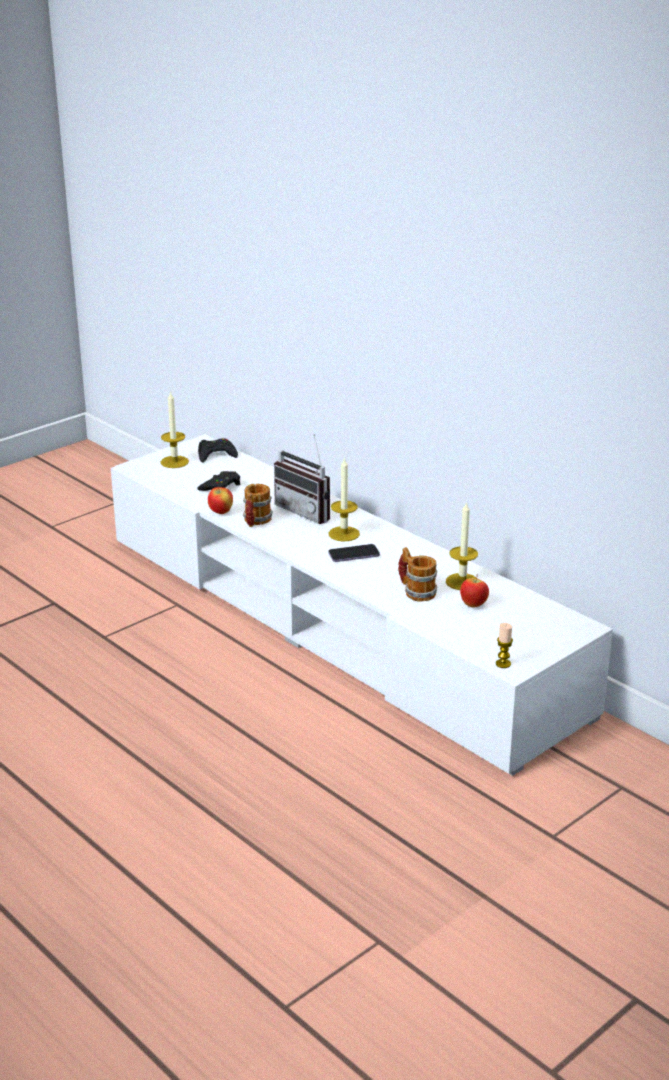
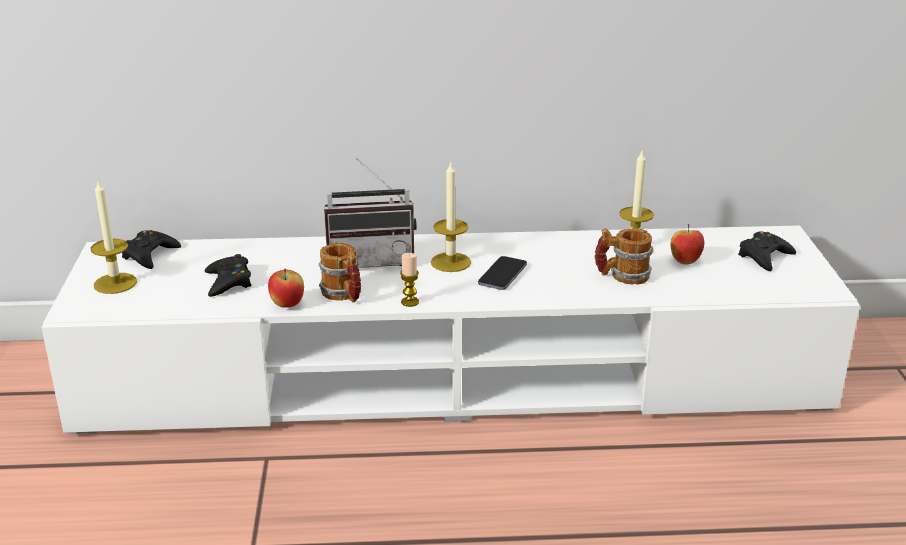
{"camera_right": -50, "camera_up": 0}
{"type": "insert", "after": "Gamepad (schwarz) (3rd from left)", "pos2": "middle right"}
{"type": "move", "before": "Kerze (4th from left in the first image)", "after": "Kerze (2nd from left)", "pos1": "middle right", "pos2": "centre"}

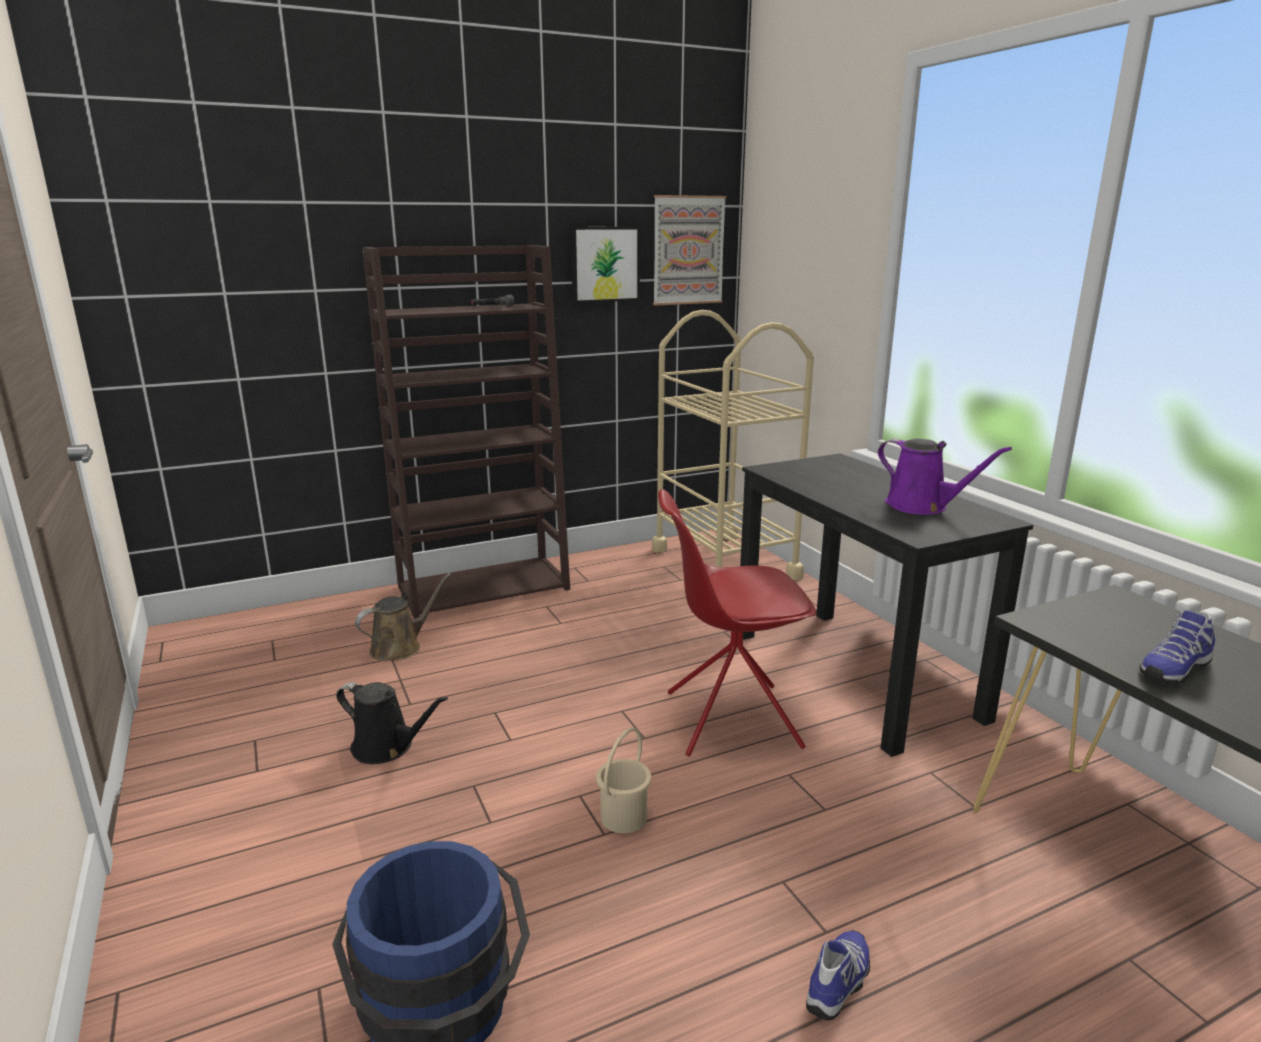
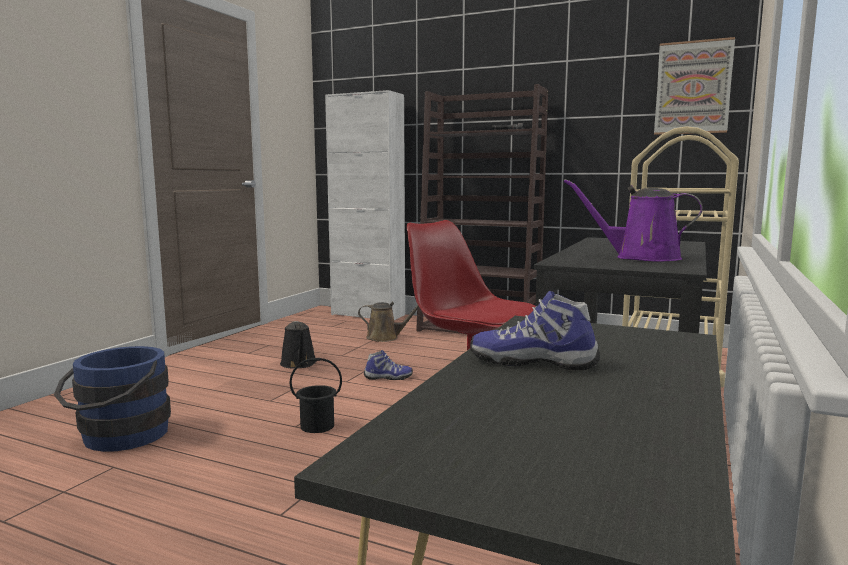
{"camera_right": 50, "camera_up": -10}
{"type": "delete", "before": "Bild (1st from left)", "pos1": "top centre"}
{"type": "insert", "after": "Schrank (weiß)", "pos2": "centre"}
{"type": "move", "before": "Schuh (1st from left)", "pos1": "bottom centre", "pos2": "centre"}
{"type": "recolor", "before": "Eimer (beige)", "after": "Eimer (schwarz)", "pos1": "bottom centre", "pos2": "bottom centre"}
{"type": "rotate", "before": "Gießkanne (lila)", "pos1": "middle right", "pos2": "middle right", "turn": 105}

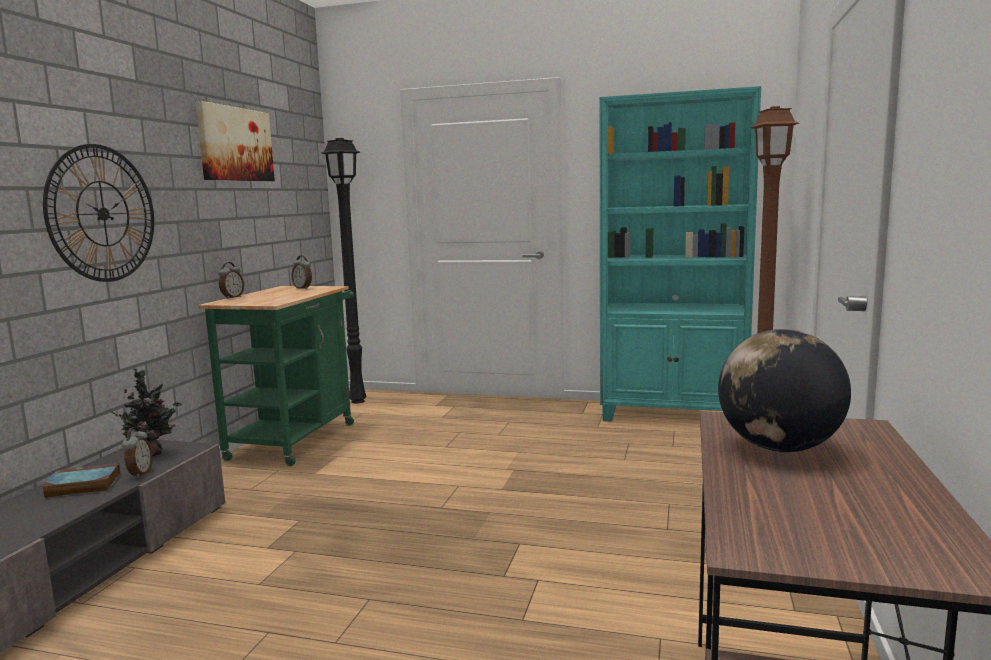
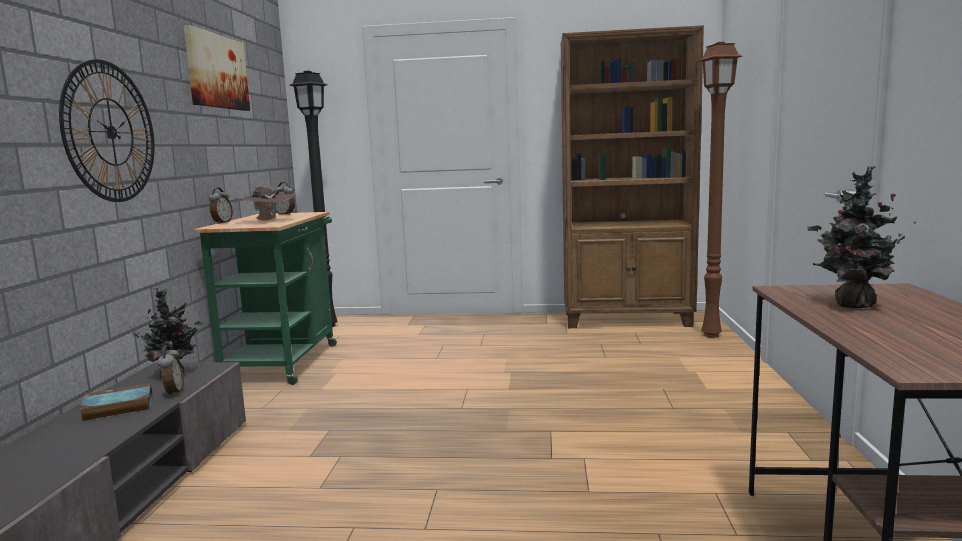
{"camera_right": -10, "camera_up": 0}
{"type": "insert", "after": "Hut (braun)", "pos2": "middle left"}
{"type": "replace", "before": "Globus", "after": "Topfpflanze (2nd from left)", "pos1": "middle right", "pos2": "middle right"}
{"type": "recolor", "before": "Bücherregal (türkis)", "after": "Bücherregal (braun)", "pos1": "middle right", "pos2": "top centre"}

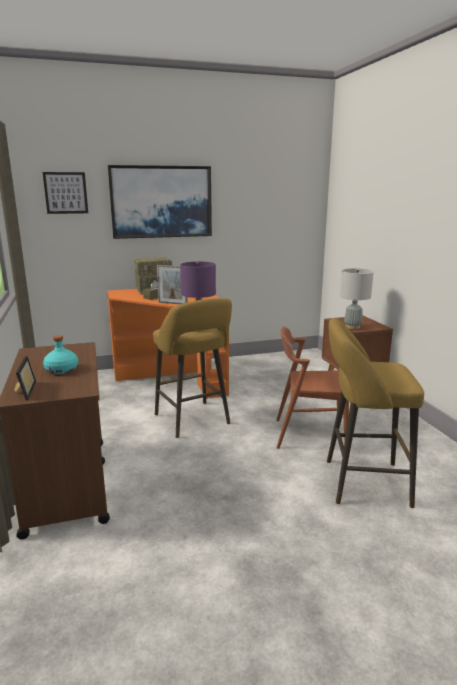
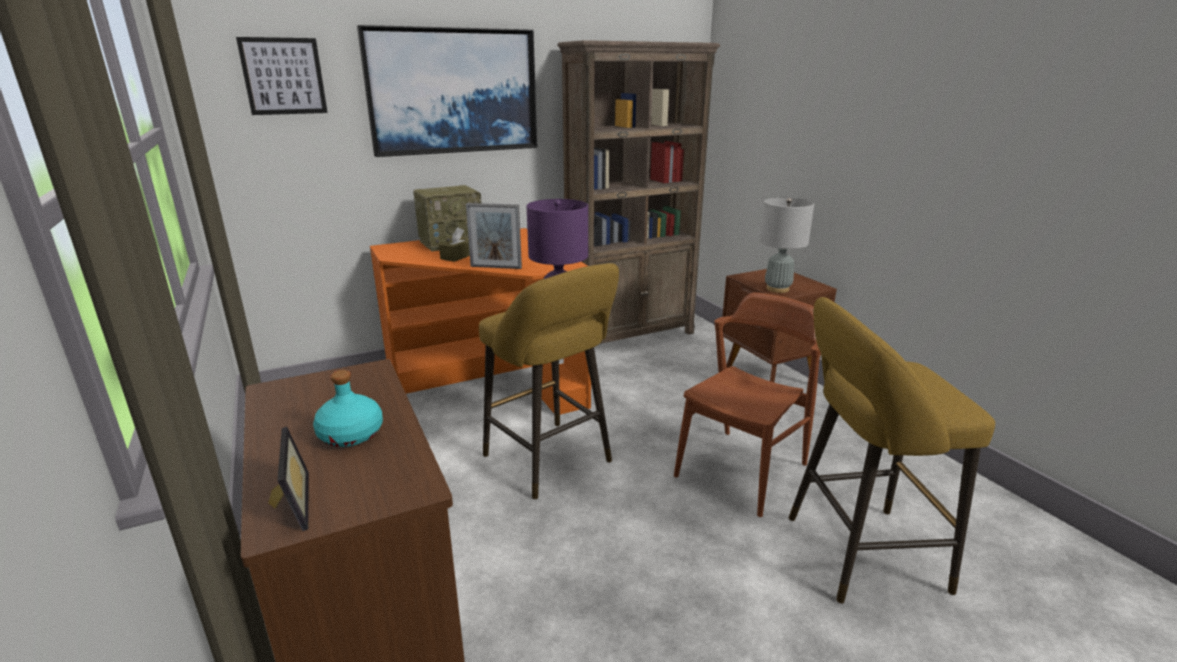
{"camera_right": -10, "camera_up": 5}
{"type": "insert", "after": "Bücherregal (braun)", "pos2": "top centre"}
{"type": "rotate", "before": "Stuhl (braun)", "pos1": "middle right", "pos2": "centre", "turn": 135}

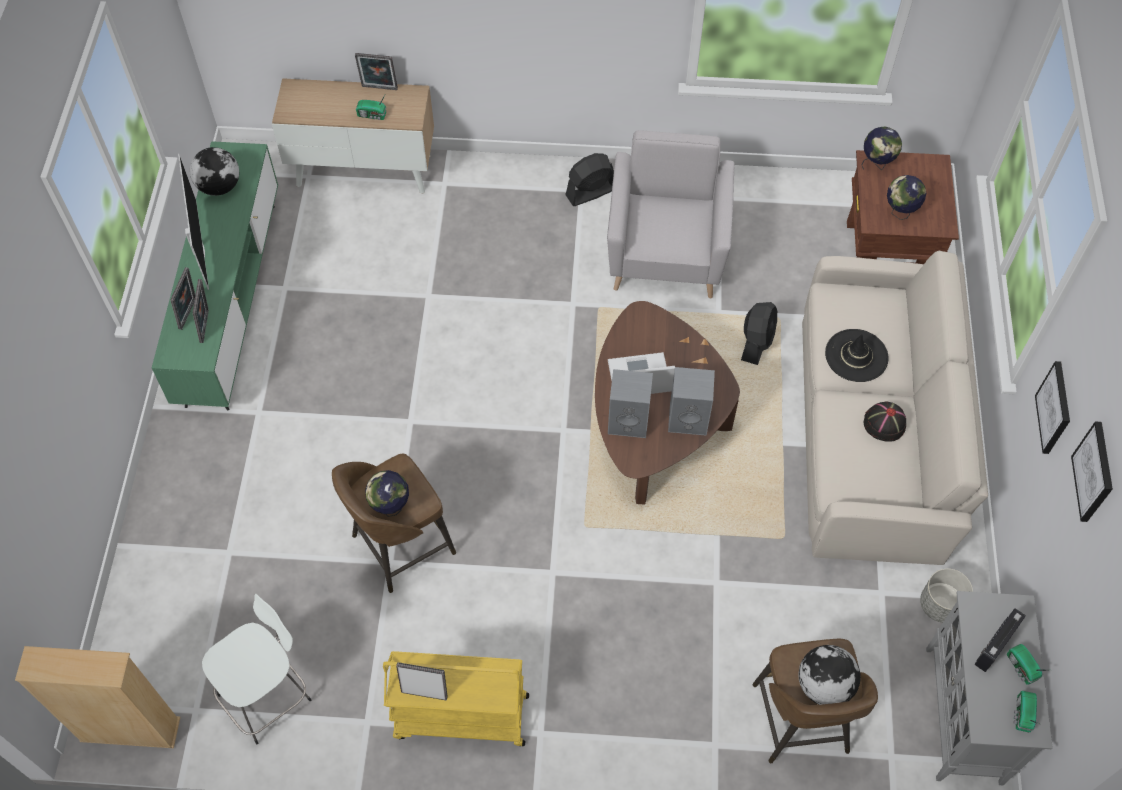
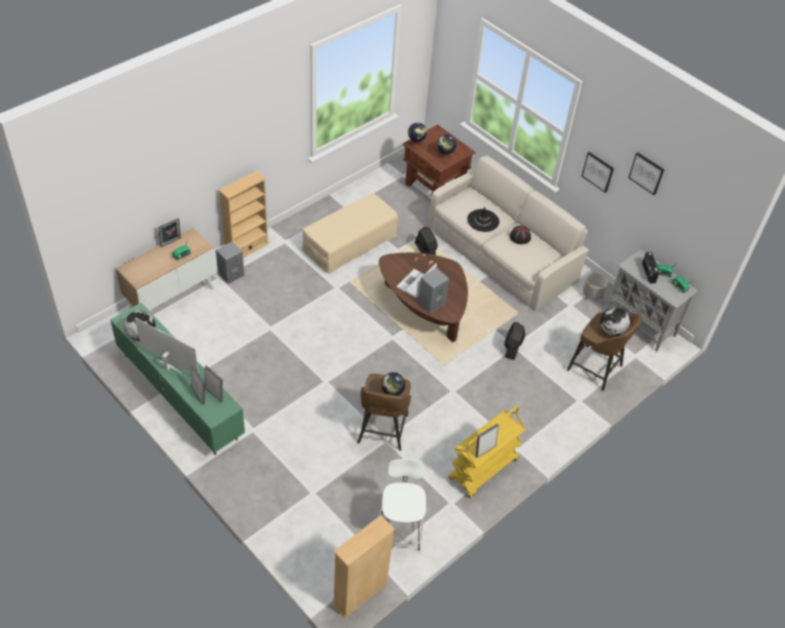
{"camera_right": -50, "camera_up": -10}
{"type": "insert", "after": "Bücherregal (beige) (1st from left)", "pos2": "middle left"}
{"type": "move", "before": "Ventilator (schwarz) (1st from left in the first image)", "after": "Ventilator (schwarz) (2nd from left)", "pos1": "top centre", "pos2": "centre"}
{"type": "move", "before": "Lautsprecher (grau) (2nd from left in the first image)", "after": "Lautsprecher (grau) (1st from left)", "pos1": "centre", "pos2": "middle left"}
{"type": "replace", "before": "Sessel (grau)", "after": "Polsterhocker (beige)", "pos1": "top centre", "pos2": "centre"}

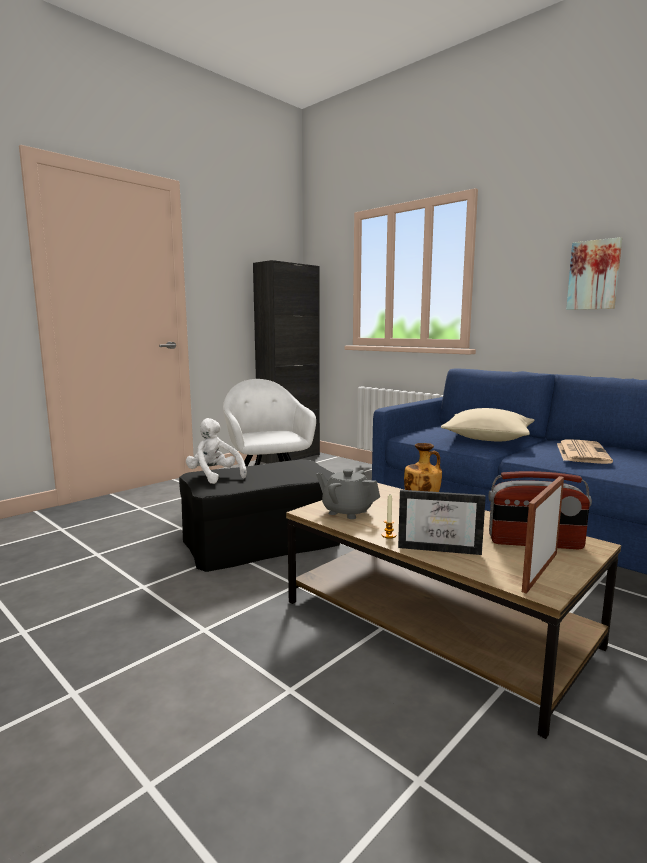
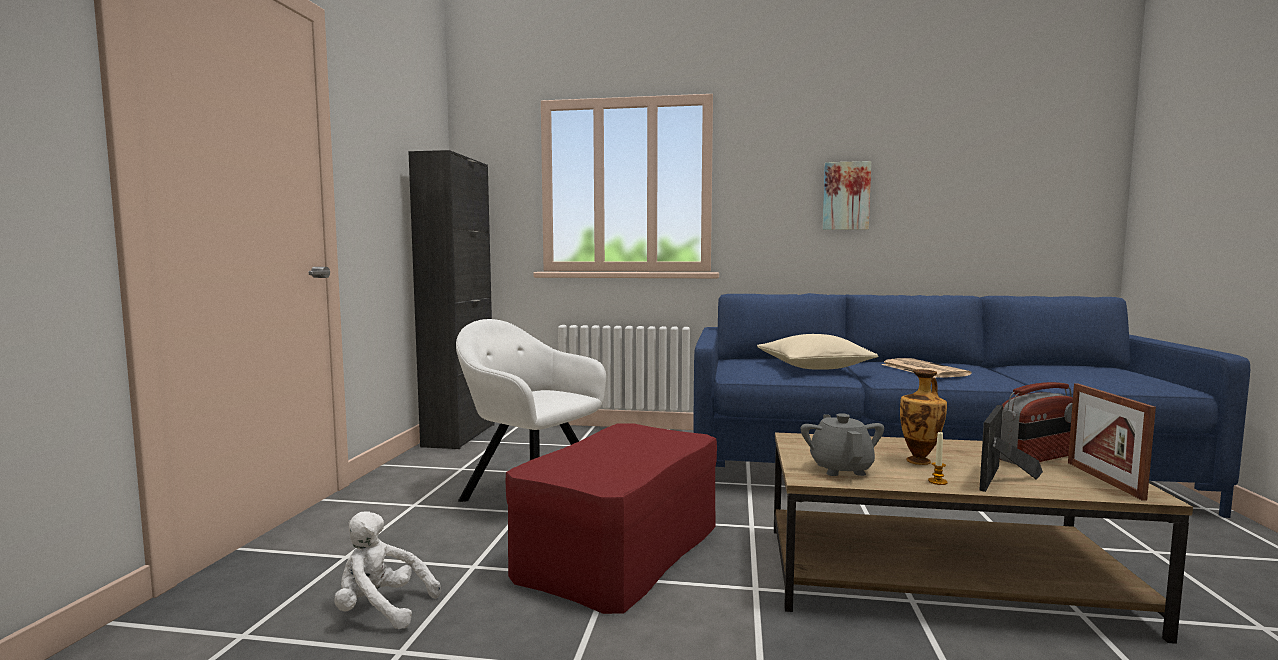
{"camera_right": -35, "camera_up": -5}
{"type": "move", "before": "Plüschtier (weiß)", "pos1": "centre", "pos2": "bottom left"}
{"type": "recolor", "before": "Polsterhocker (schwarz)", "after": "Polsterhocker (rot)", "pos1": "centre", "pos2": "bottom centre"}
{"type": "rotate", "before": "Teekanne (grau)", "pos1": "centre", "pos2": "bottom centre", "turn": 90}
{"type": "rotate", "before": "Bilderrahmen (1st from left)", "pos1": "middle right", "pos2": "bottom right", "turn": 150}

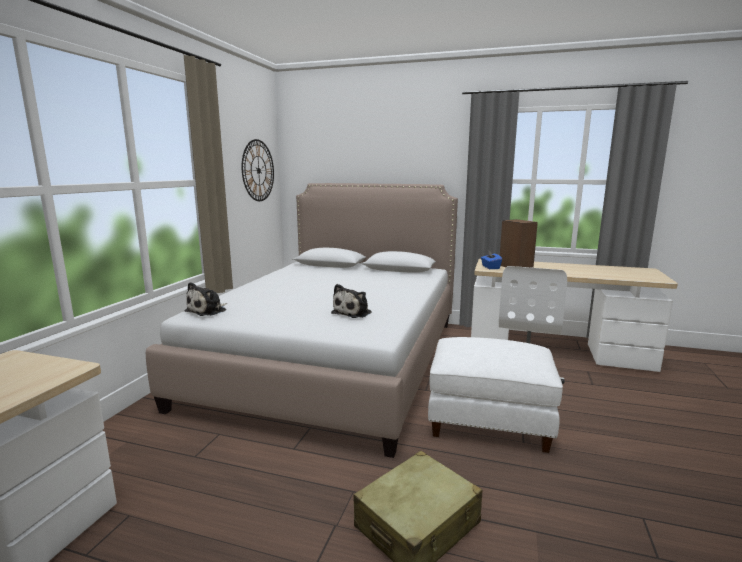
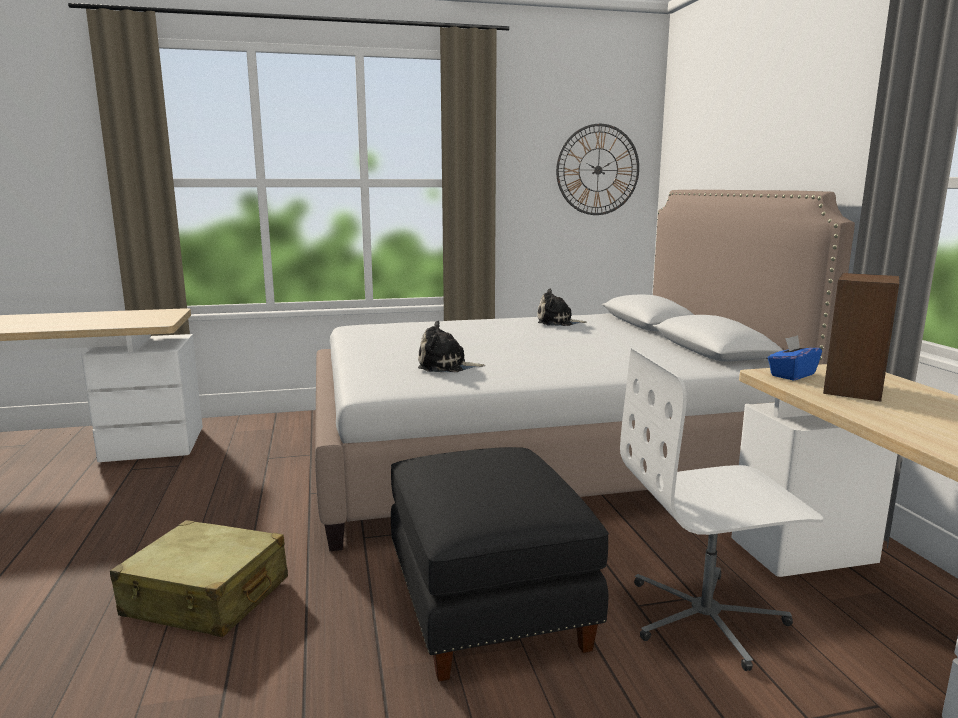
{"camera_right": 60, "camera_up": 0}
{"type": "move", "before": "Plüschtier (1st from left in the first image)", "after": "Plüschtier (2nd from left)", "pos1": "middle left", "pos2": "centre"}
{"type": "recolor", "before": "Polsterhocker (weiß)", "after": "Polsterhocker (schwarz)", "pos1": "bottom right", "pos2": "bottom centre"}

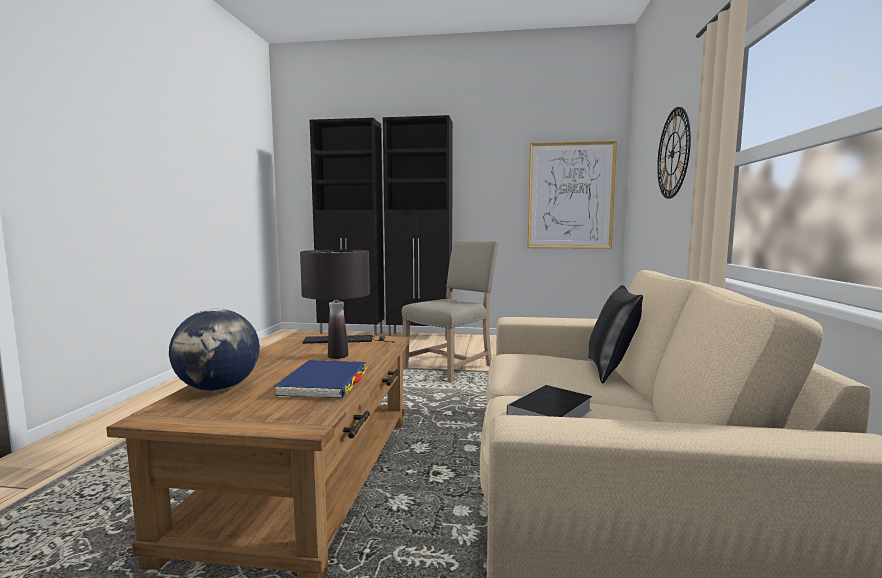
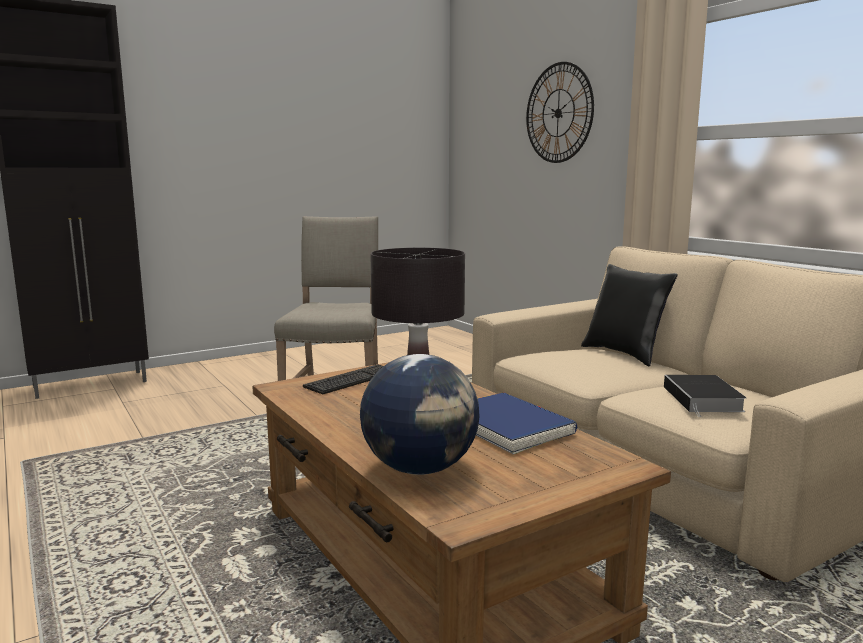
{"camera_right": -40, "camera_up": 5}
{"type": "delete", "before": "Schrank (schwarz) (2nd from left)", "pos1": "centre"}
{"type": "delete", "before": "Bild", "pos1": "centre"}

